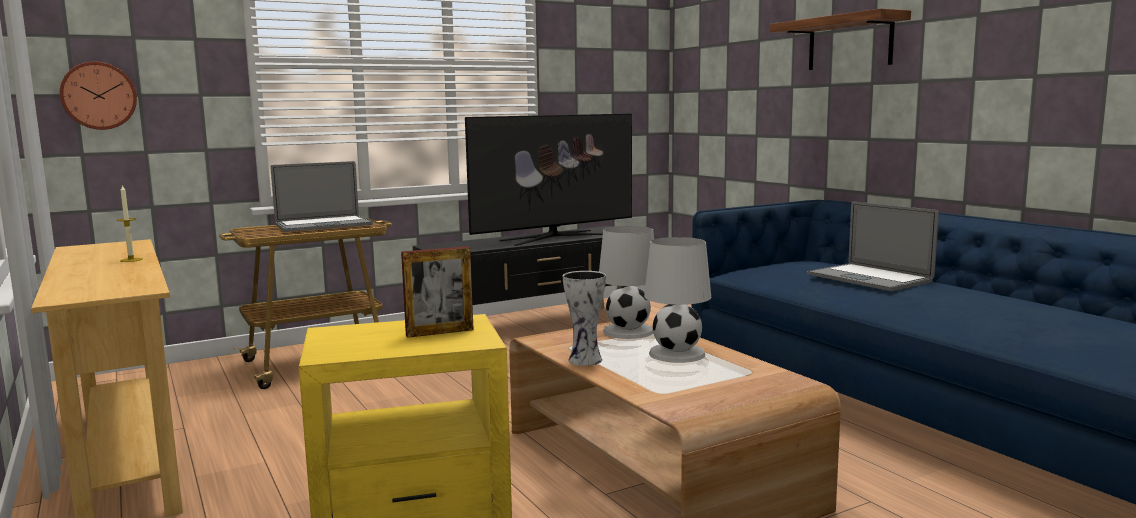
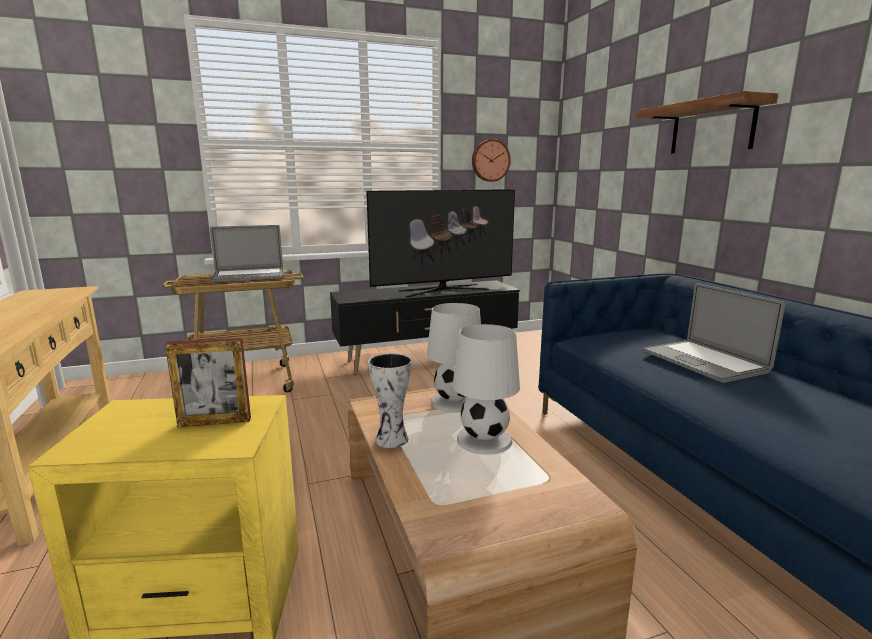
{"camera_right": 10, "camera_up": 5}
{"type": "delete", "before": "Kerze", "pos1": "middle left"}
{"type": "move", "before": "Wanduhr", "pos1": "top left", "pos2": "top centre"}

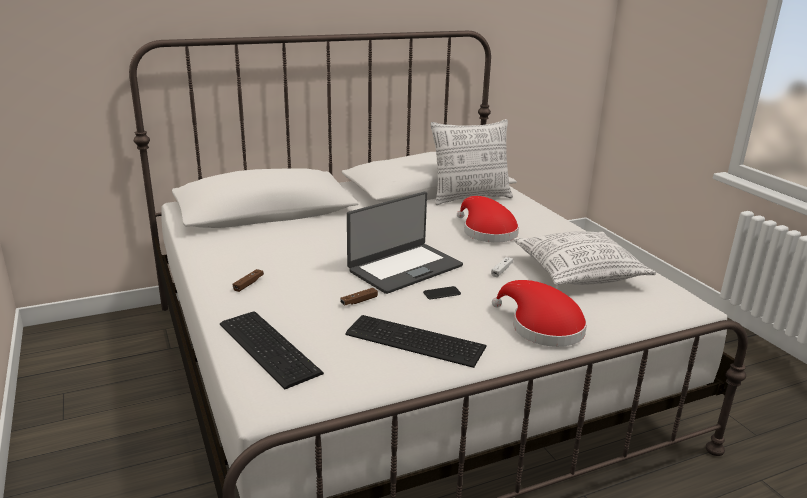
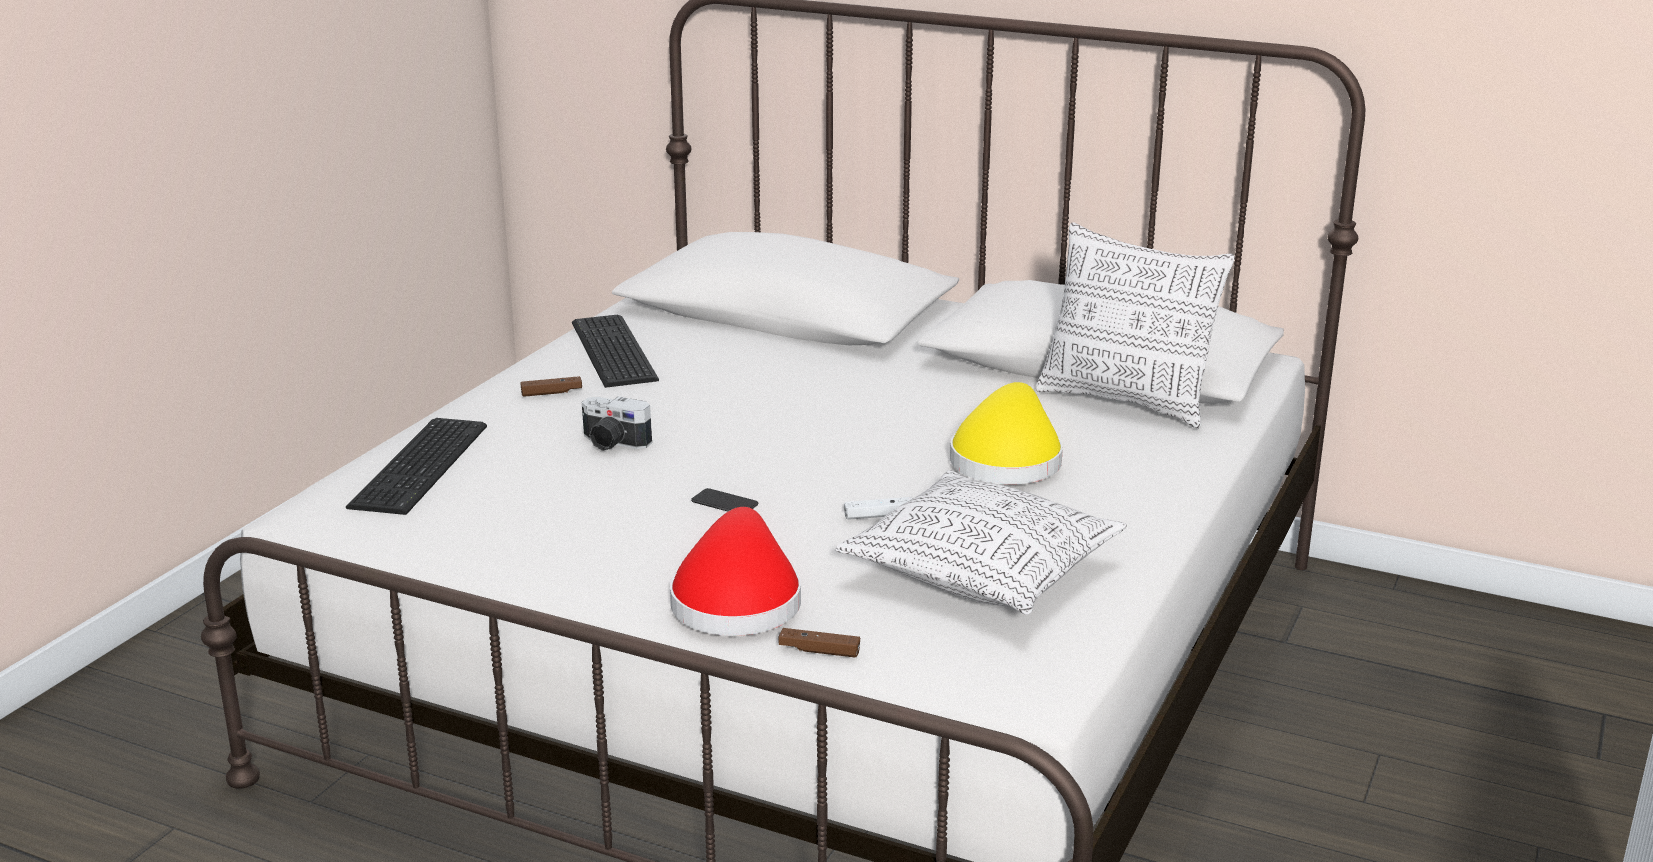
{"camera_right": 50, "camera_up": 0}
{"type": "delete", "before": "Laptop", "pos1": "centre"}
{"type": "insert", "after": "Kamera", "pos2": "centre"}
{"type": "move", "before": "Gamepad (braun) (2nd from left)", "pos1": "centre", "pos2": "bottom centre"}
{"type": "move", "before": "Tastatur (2nd from left)", "pos1": "bottom centre", "pos2": "centre"}
{"type": "recolor", "before": "Hut (rot) (1st from left)", "after": "Hut (gelb)", "pos1": "centre", "pos2": "centre"}

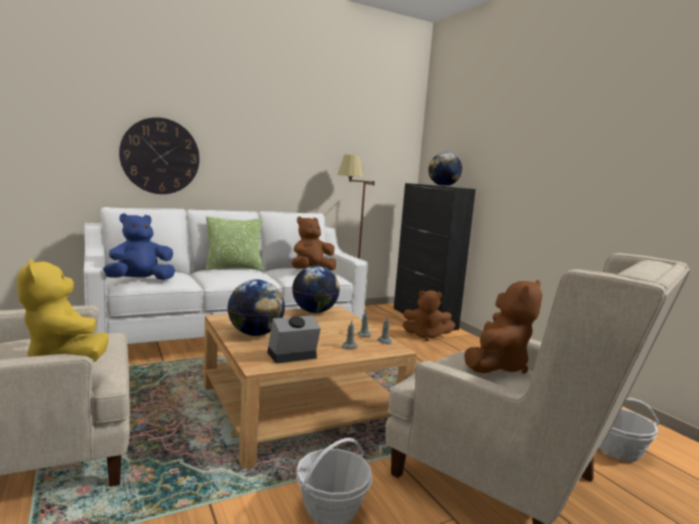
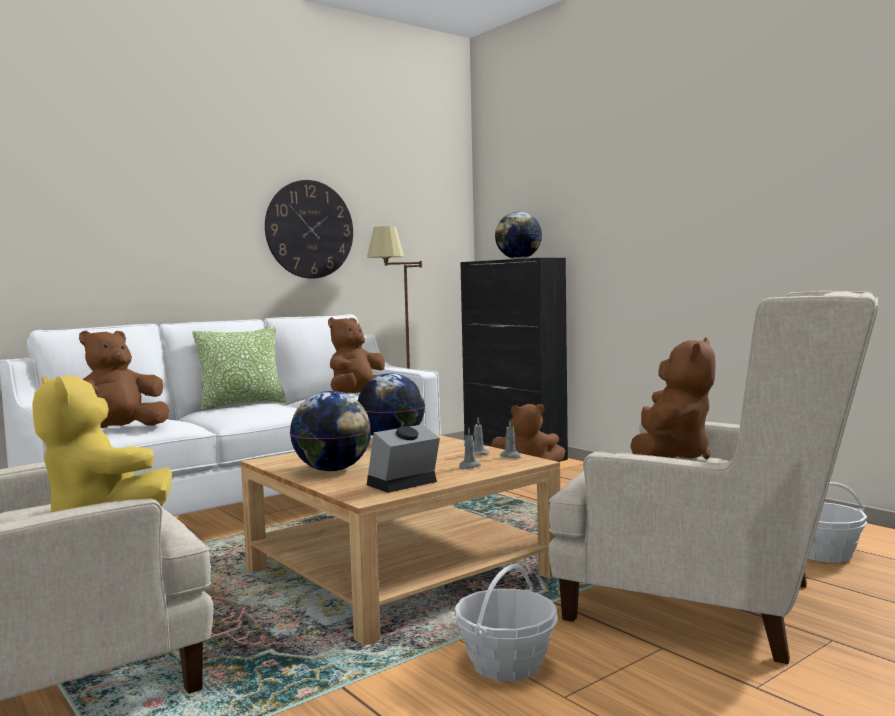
{"camera_right": -10, "camera_up": -5}
{"type": "move", "before": "Wanduhr", "pos1": "top left", "pos2": "top centre"}
{"type": "recolor", "before": "Plüschtier (blau)", "after": "Plüschtier (braun) (1st from left)", "pos1": "middle left", "pos2": "middle left"}

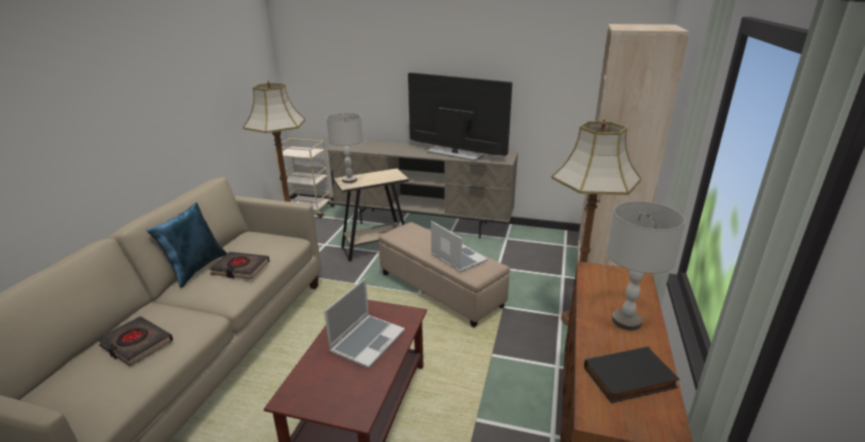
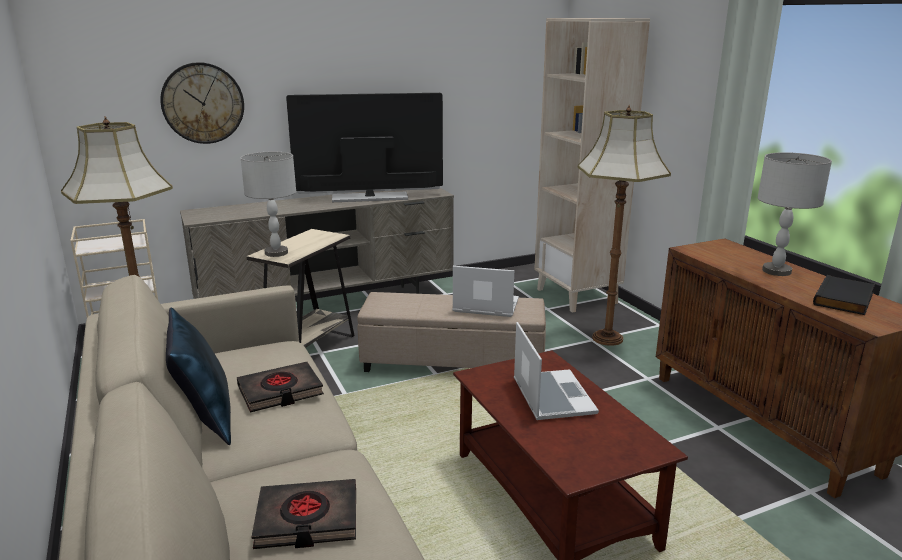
{"camera_right": -40, "camera_up": -5}
{"type": "insert", "after": "Wanduhr", "pos2": "top left"}

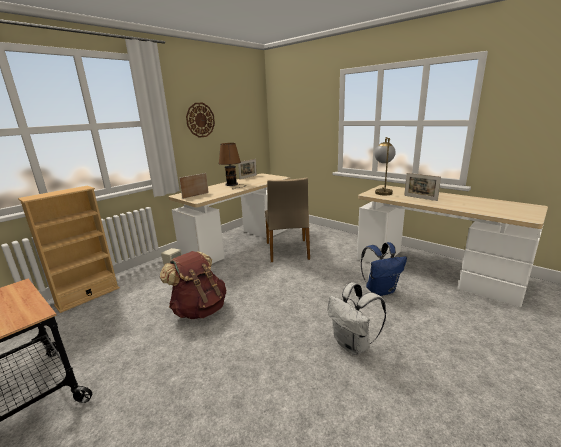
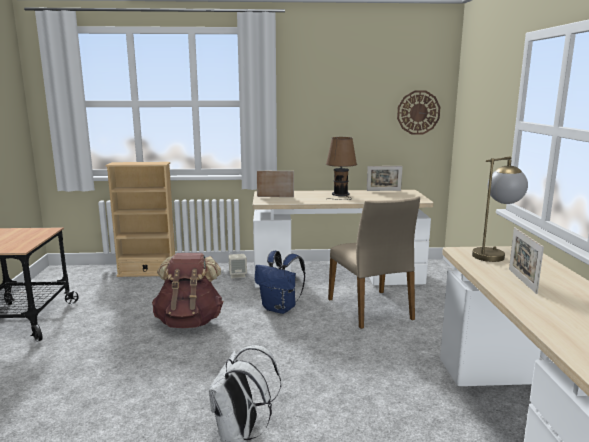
{"camera_right": 45, "camera_up": -5}
{"type": "move", "before": "Wanduhr", "pos1": "top centre", "pos2": "top right"}
{"type": "move", "before": "Rucksack (blau)", "pos1": "middle right", "pos2": "centre"}
{"type": "rotate", "before": "Stuhl (beige)", "pos1": "centre", "pos2": "centre", "turn": -60}

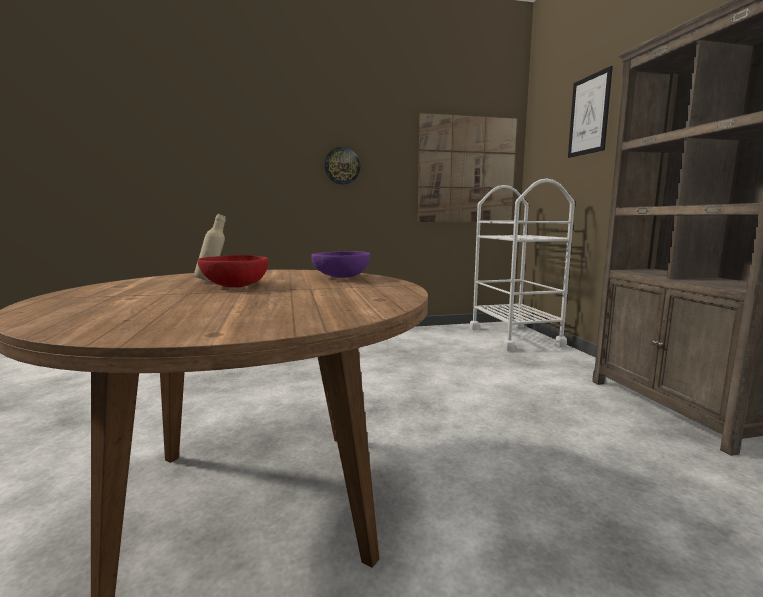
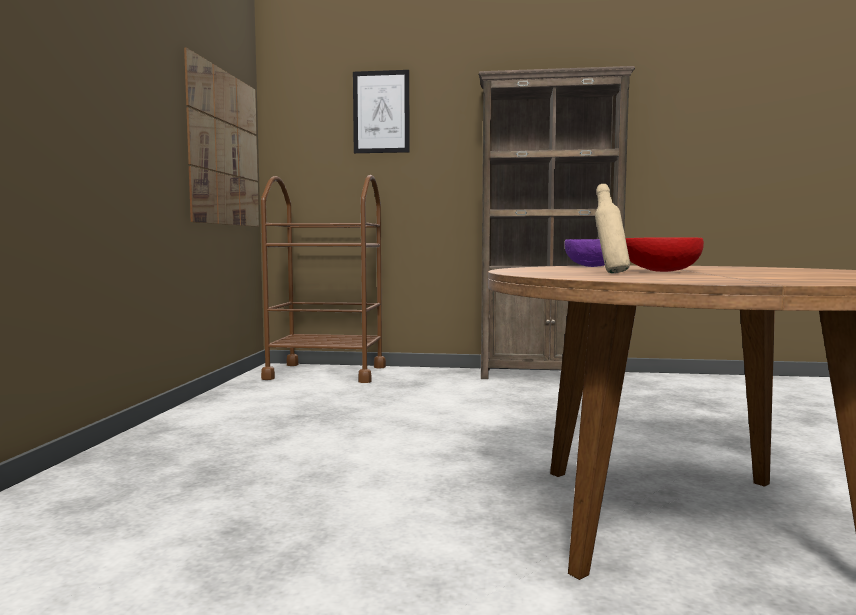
{"camera_right": -70, "camera_up": -5}
{"type": "delete", "before": "Wanduhr", "pos1": "top centre"}
{"type": "recolor", "before": "Rollwagen (weiß)", "after": "Rollwagen (braun)", "pos1": "middle right", "pos2": "centre"}

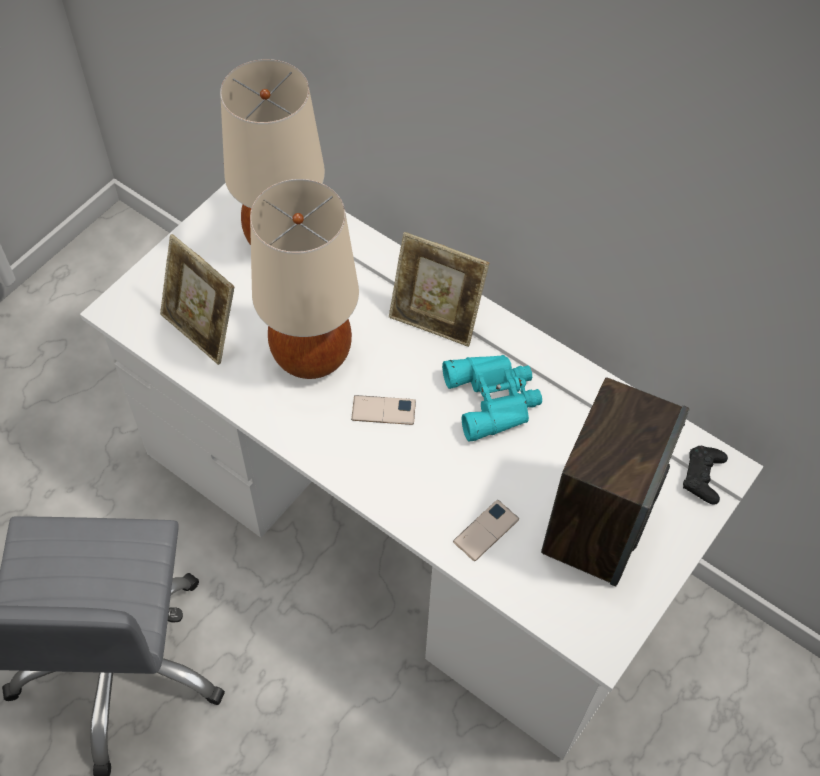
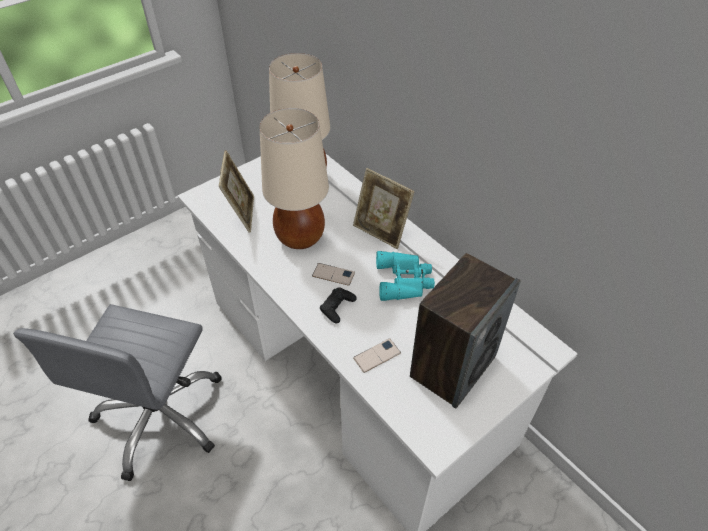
{"camera_right": 15, "camera_up": -10}
{"type": "move", "before": "Gamepad (schwarz)", "pos1": "middle right", "pos2": "centre"}
{"type": "rotate", "before": "Bilderrahmen (1st from left)", "pos1": "middle left", "pos2": "centre", "turn": -150}

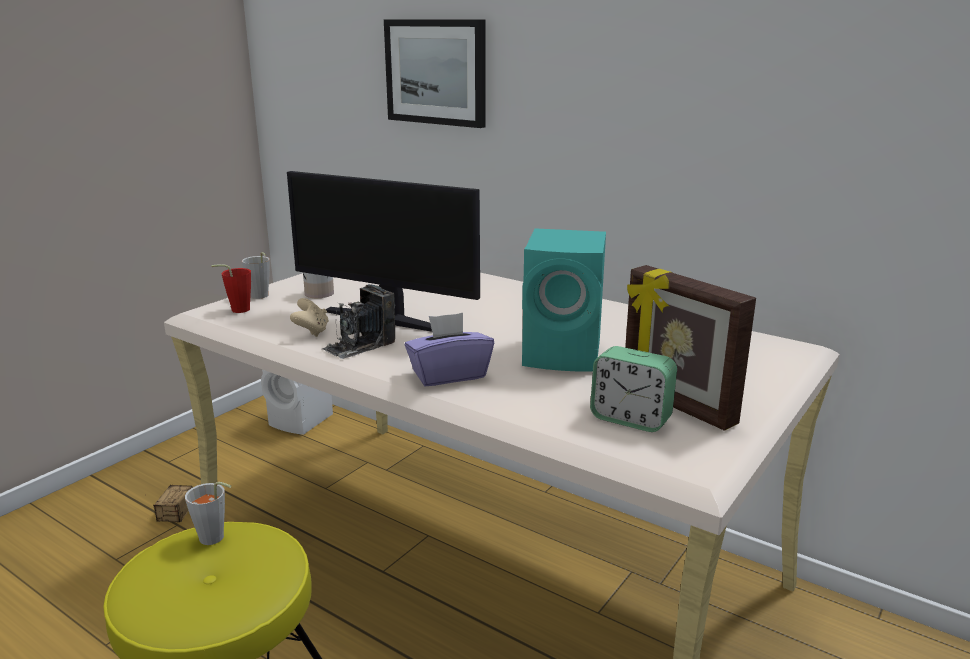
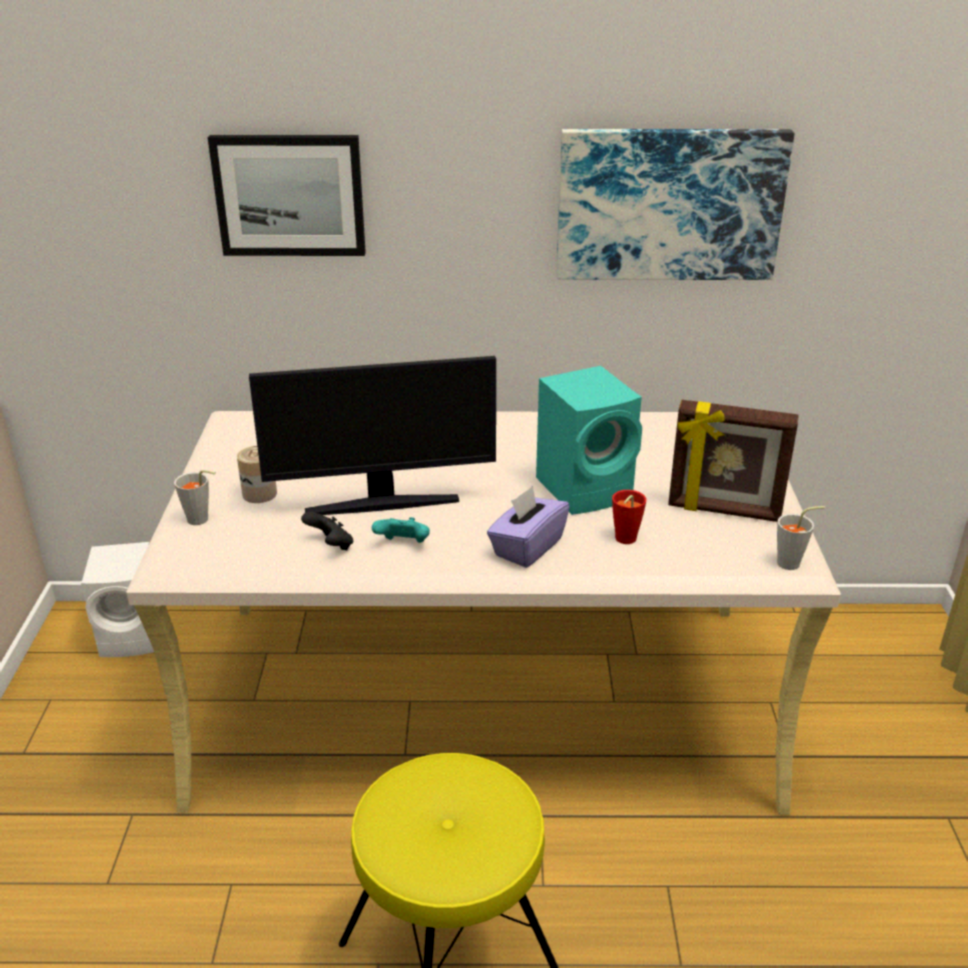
{"camera_right": -35, "camera_up": 10}
{"type": "delete", "before": "Aufbewahrungsbox", "pos1": "bottom left"}
{"type": "delete", "before": "Wecker", "pos1": "centre"}
{"type": "insert", "after": "Bild (2nd from left)", "pos2": "top right"}
{"type": "move", "before": "Tasse (grau) (1st from left in the first image)", "after": "Tasse (grau) (2nd from left)", "pos1": "bottom left", "pos2": "middle right"}
{"type": "move", "before": "Tasse (rot)", "pos1": "middle left", "pos2": "centre"}
{"type": "replace", "before": "Kamera", "after": "Gamepad (türkis)", "pos1": "centre", "pos2": "centre"}
{"type": "recolor", "before": "Gamepad (beige)", "after": "Gamepad (schwarz)", "pos1": "middle left", "pos2": "centre"}

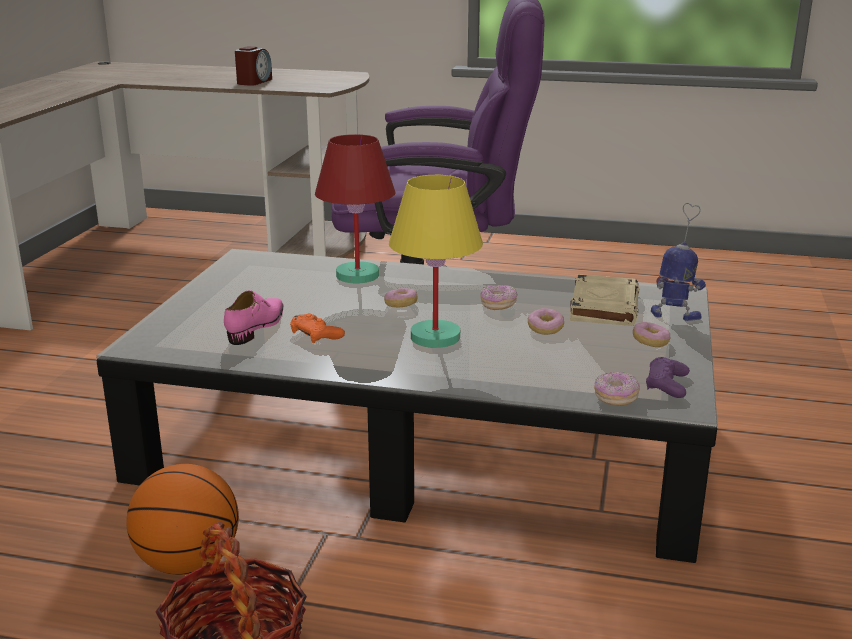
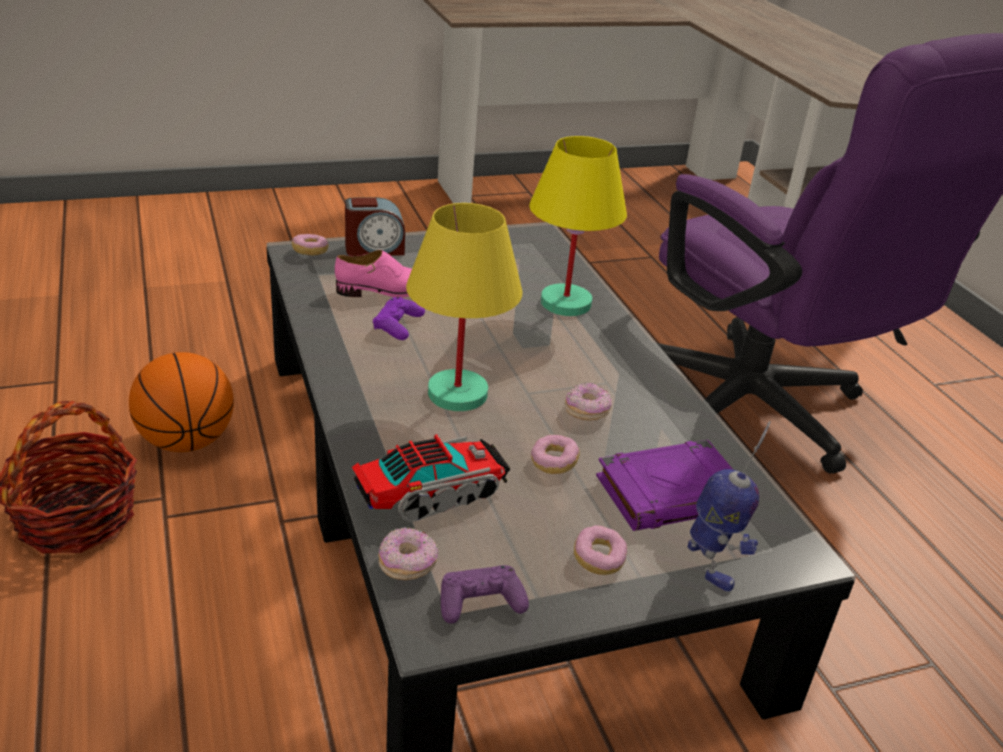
{"camera_right": 55, "camera_up": 10}
{"type": "insert", "after": "Spielzeuglaster", "pos2": "centre"}
{"type": "move", "before": "Wecker", "pos1": "top left", "pos2": "top centre"}
{"type": "move", "before": "Donut (1st from left)", "pos1": "centre", "pos2": "top left"}
{"type": "recolor", "before": "Gamepad (orange)", "after": "Gamepad (lila) (1st from left)", "pos1": "centre", "pos2": "centre"}
{"type": "recolor", "before": "Tischlampe (rot)", "after": "Tischlampe (gelb) (2nd from left)", "pos1": "top centre", "pos2": "top centre"}
{"type": "recolor", "before": "Buch (beige)", "after": "Buch (lila)", "pos1": "middle right", "pos2": "centre"}

